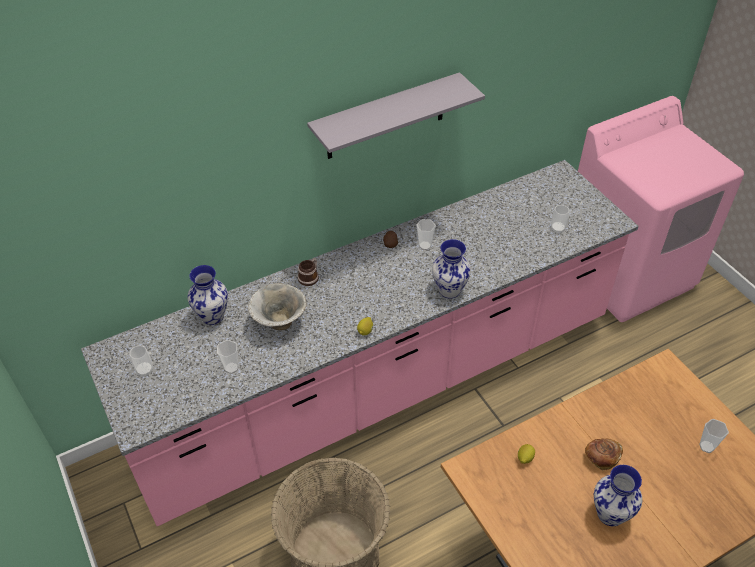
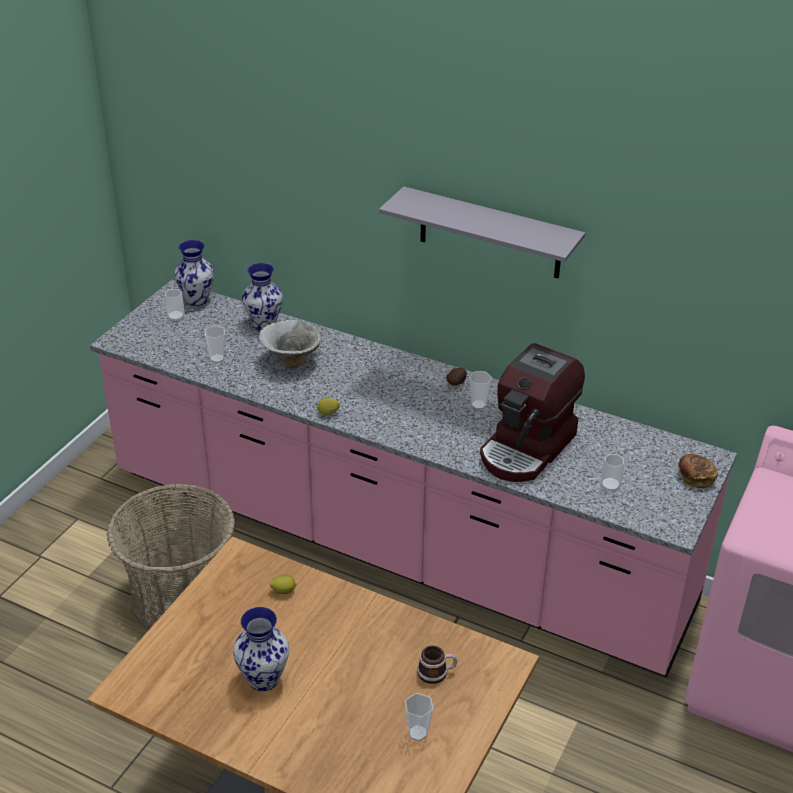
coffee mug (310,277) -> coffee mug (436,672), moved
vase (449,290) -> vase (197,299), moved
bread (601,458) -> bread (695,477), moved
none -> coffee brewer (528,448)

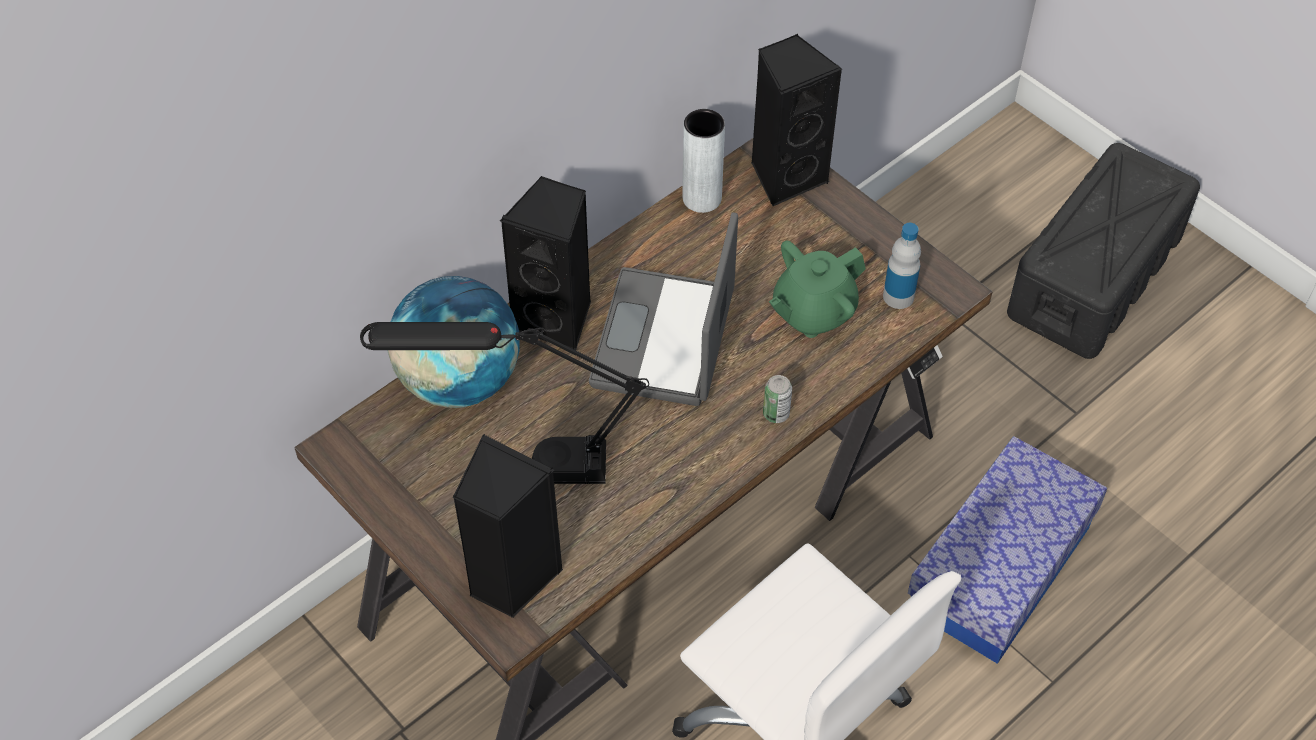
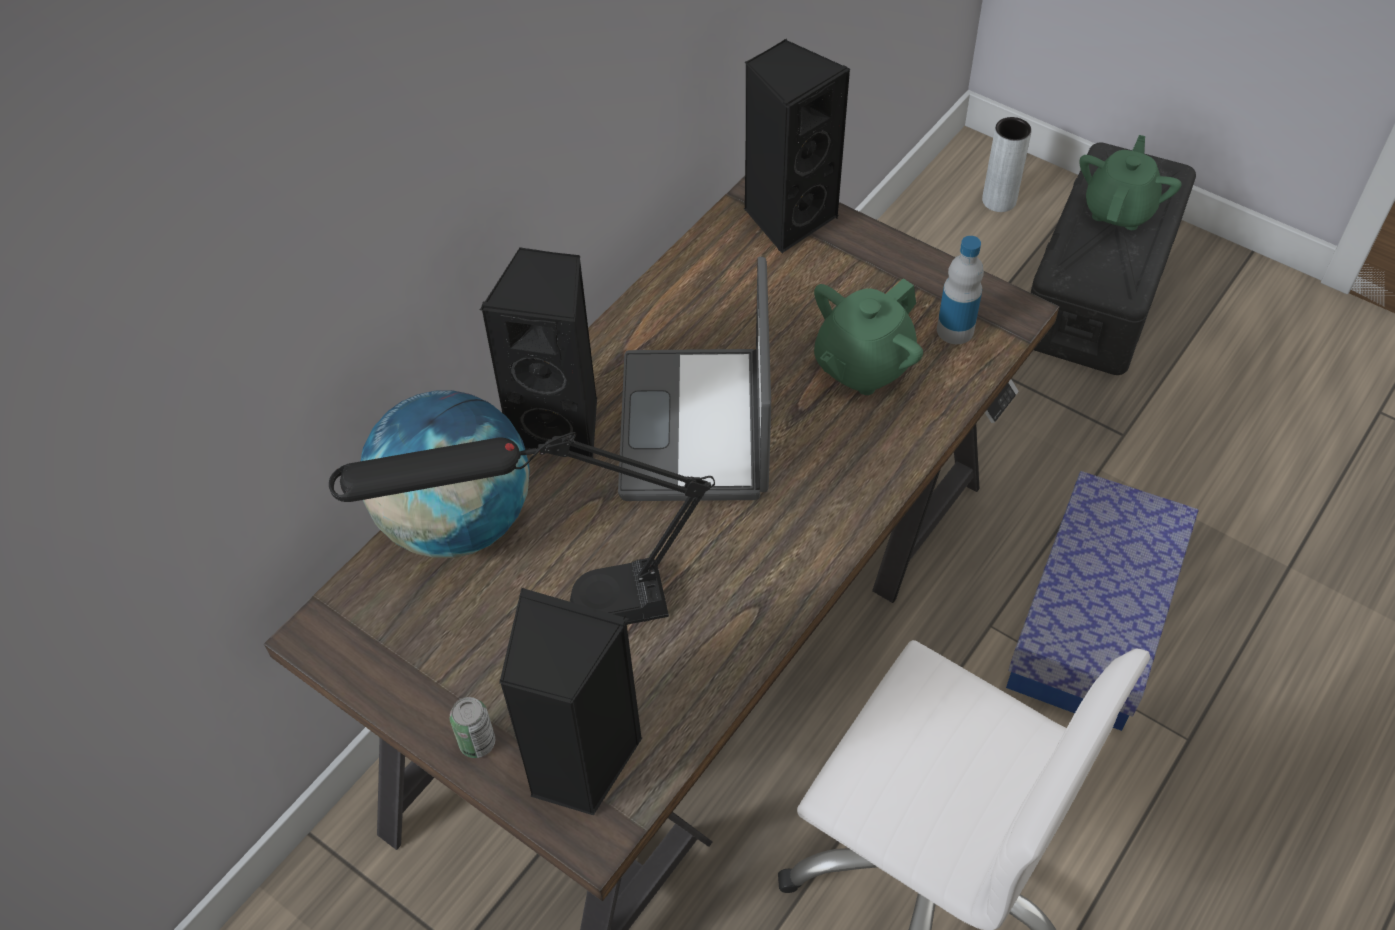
vase (grey) (702,198) -> vase (grey) (999,200), moved
sealed can (776,414) -> sealed can (477,743), moved
none -> tea pot (greenish) (1119,210)

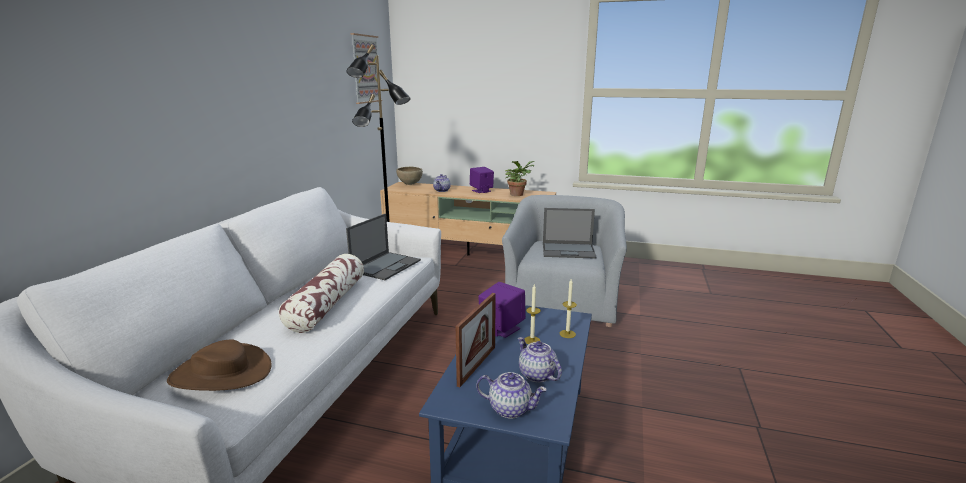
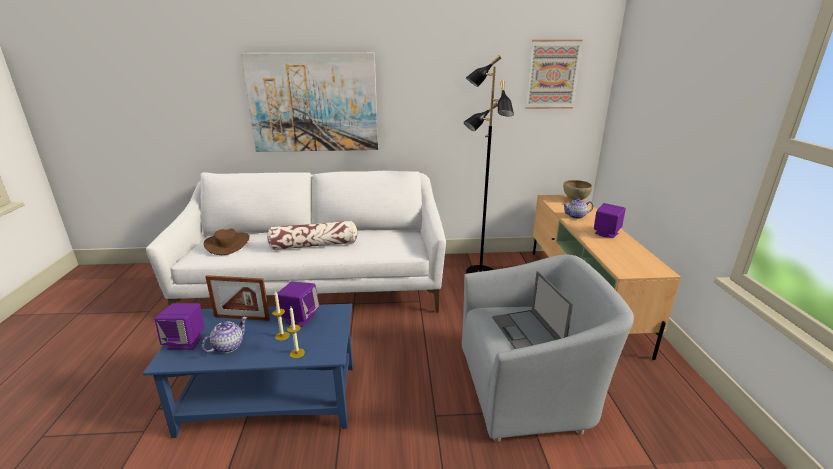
laptop (386,265) -> none
tea pot (510,409) -> loudspeaker (purple-coloured) (186,341)
plant in a pot (517,194) -> none
none -> wall art (313,103)

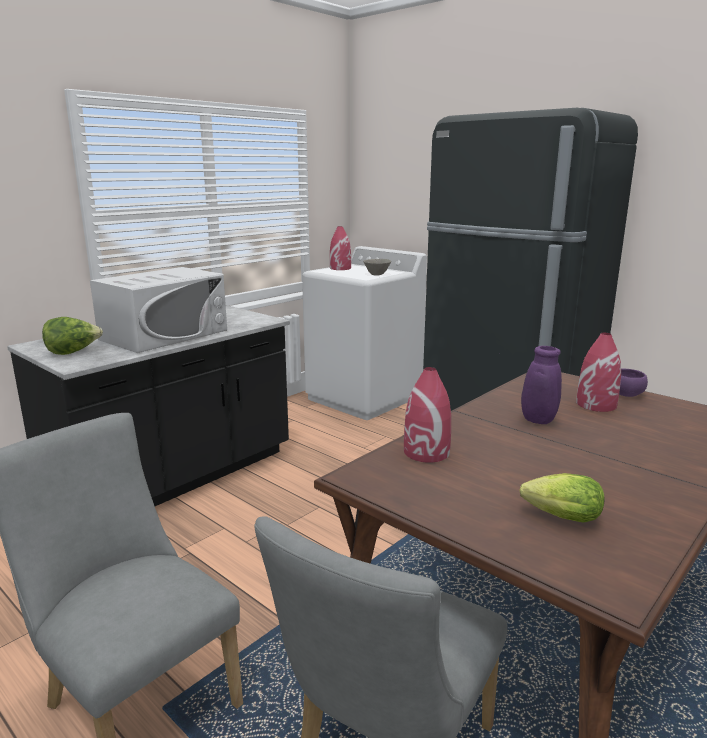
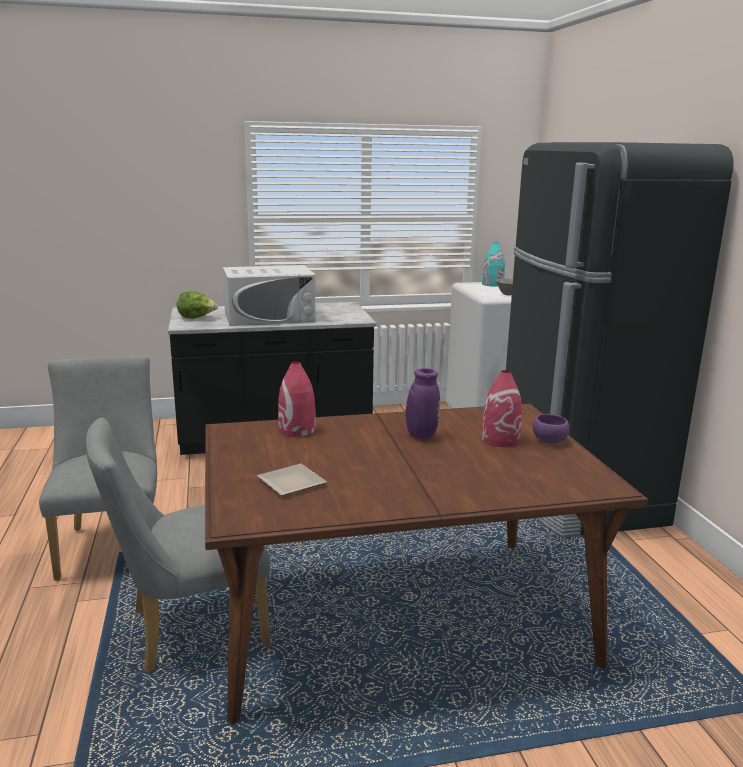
vase (red-coloured) (340,268) -> vase (blue-green) (492,284)
head of lettuce (558,517) -> plate (291,484)

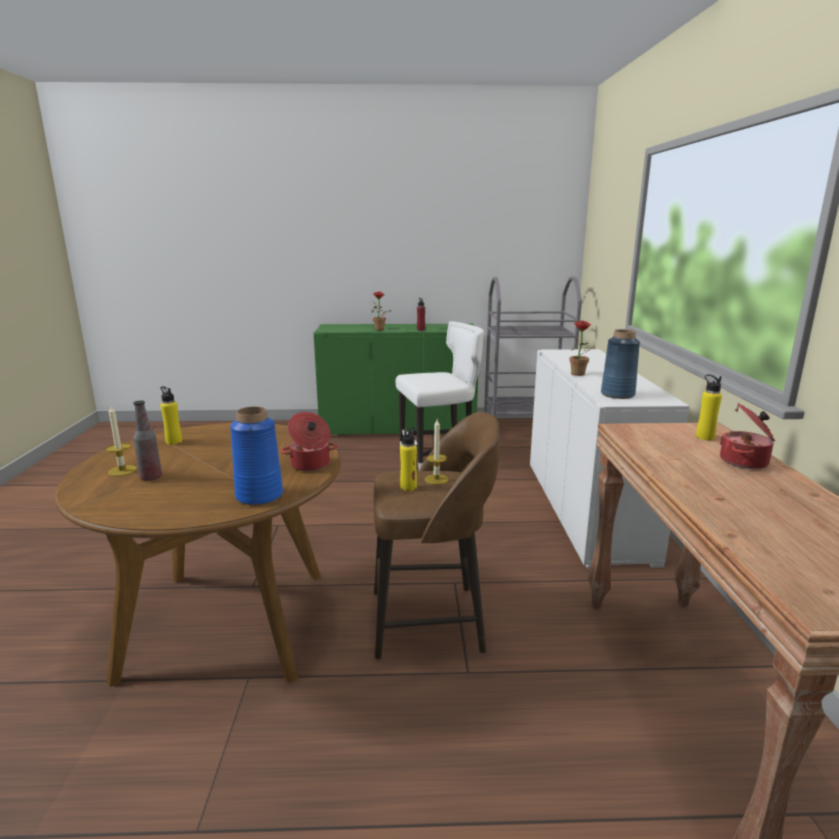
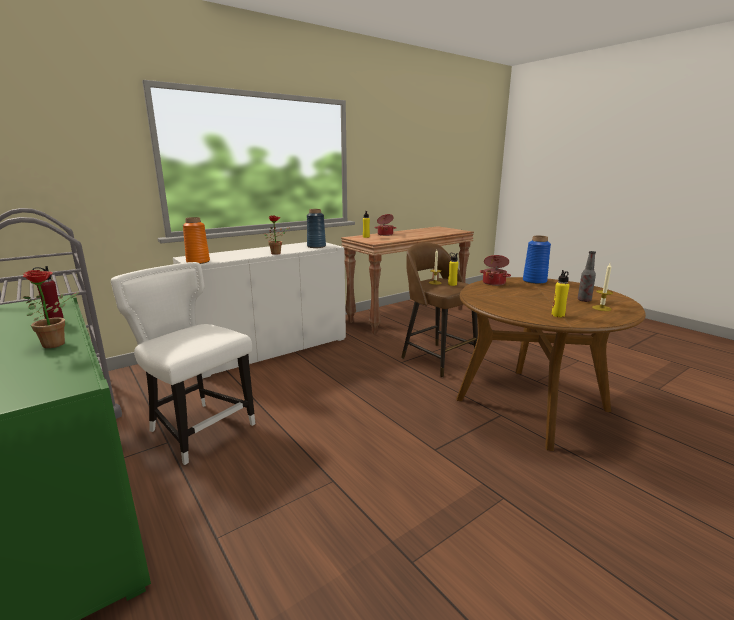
none -> vase (orangey) (198,262)

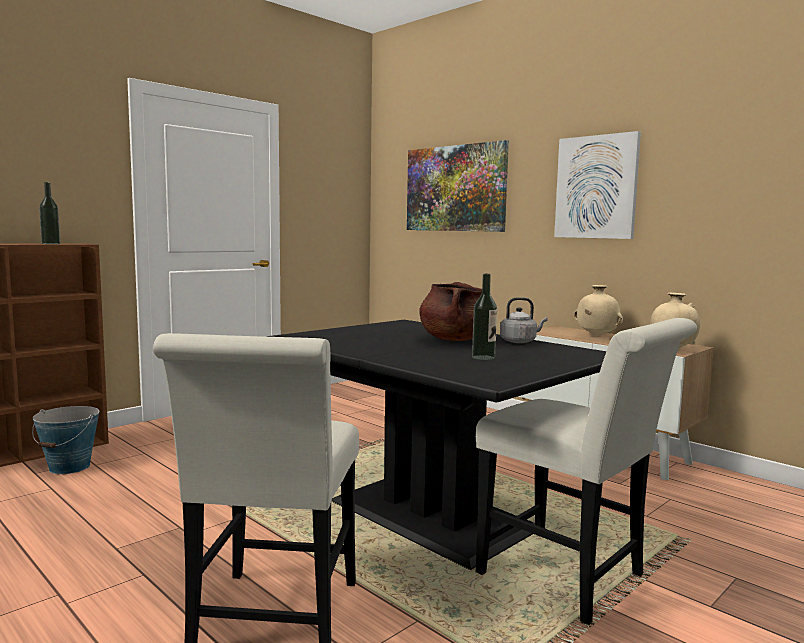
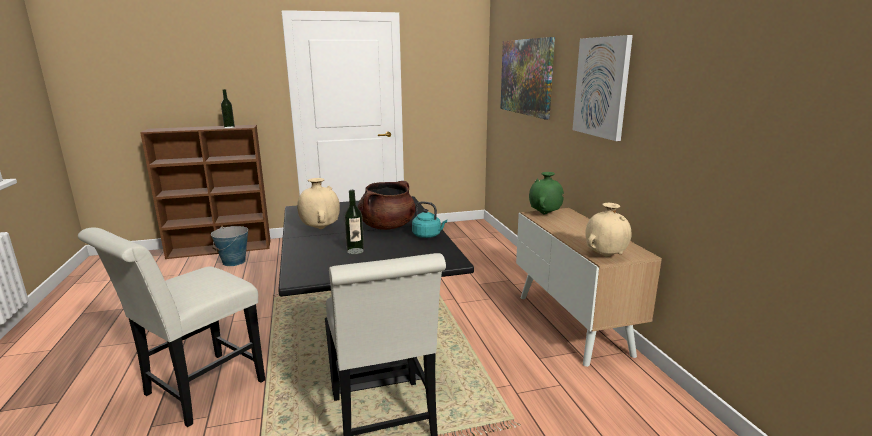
tea kettle (grey) (520,341) -> tea kettle (blue-green) (428,235)
vase (beige-coloured) (596,336) -> vase (beige-coloured) (320,229), moved
none -> vase (greenish) (545,214)

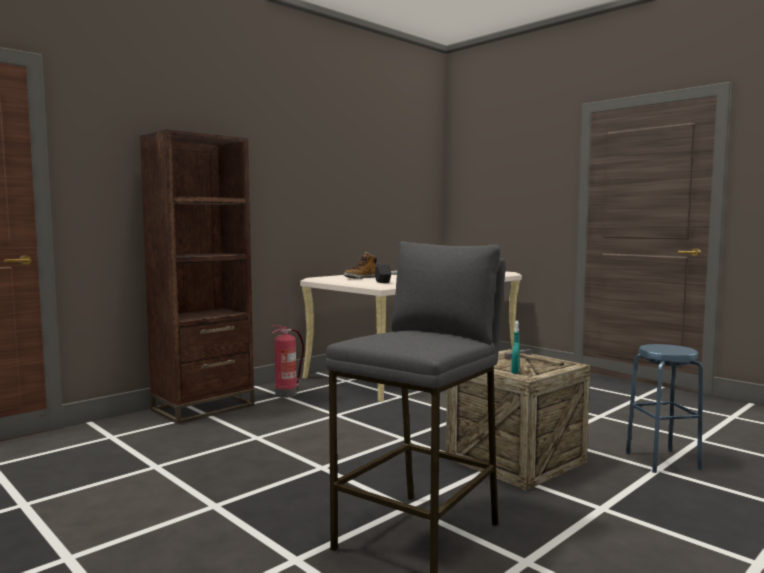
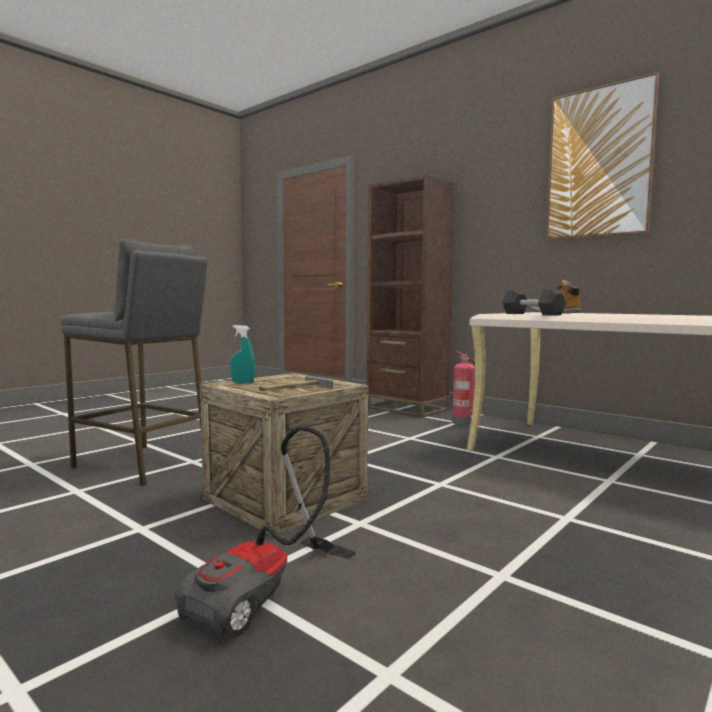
stool seat (blue-coloured) (662,461) -> vacuum cleaner (268,596)
none -> wall art (599,163)

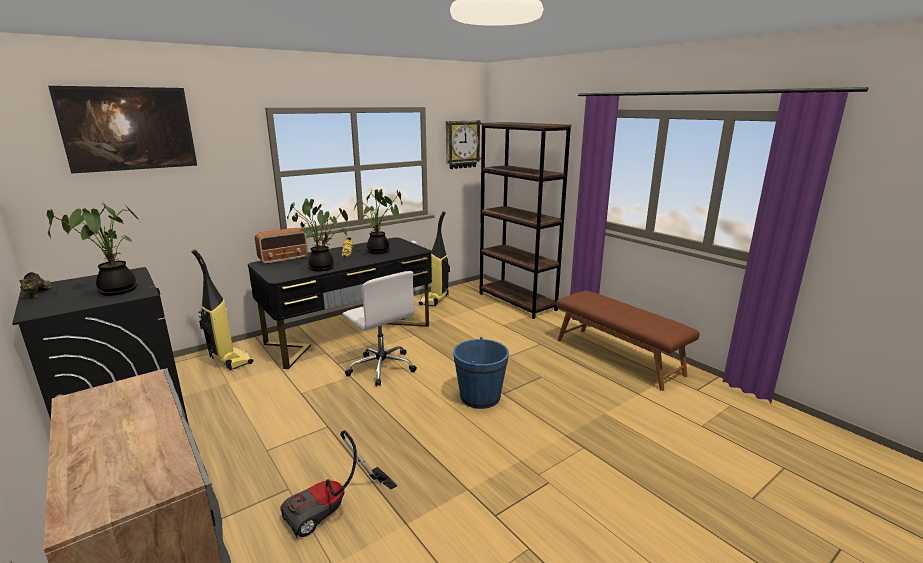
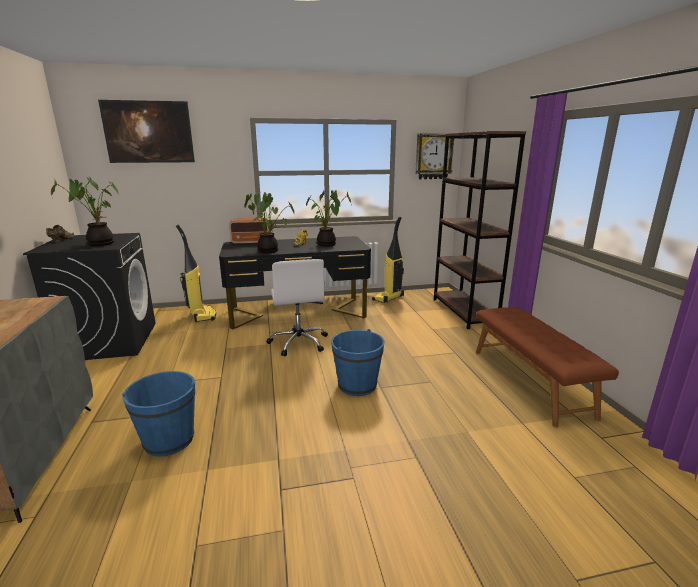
vacuum cleaner (333,510) -> pail (blue-coloured) (169,440)

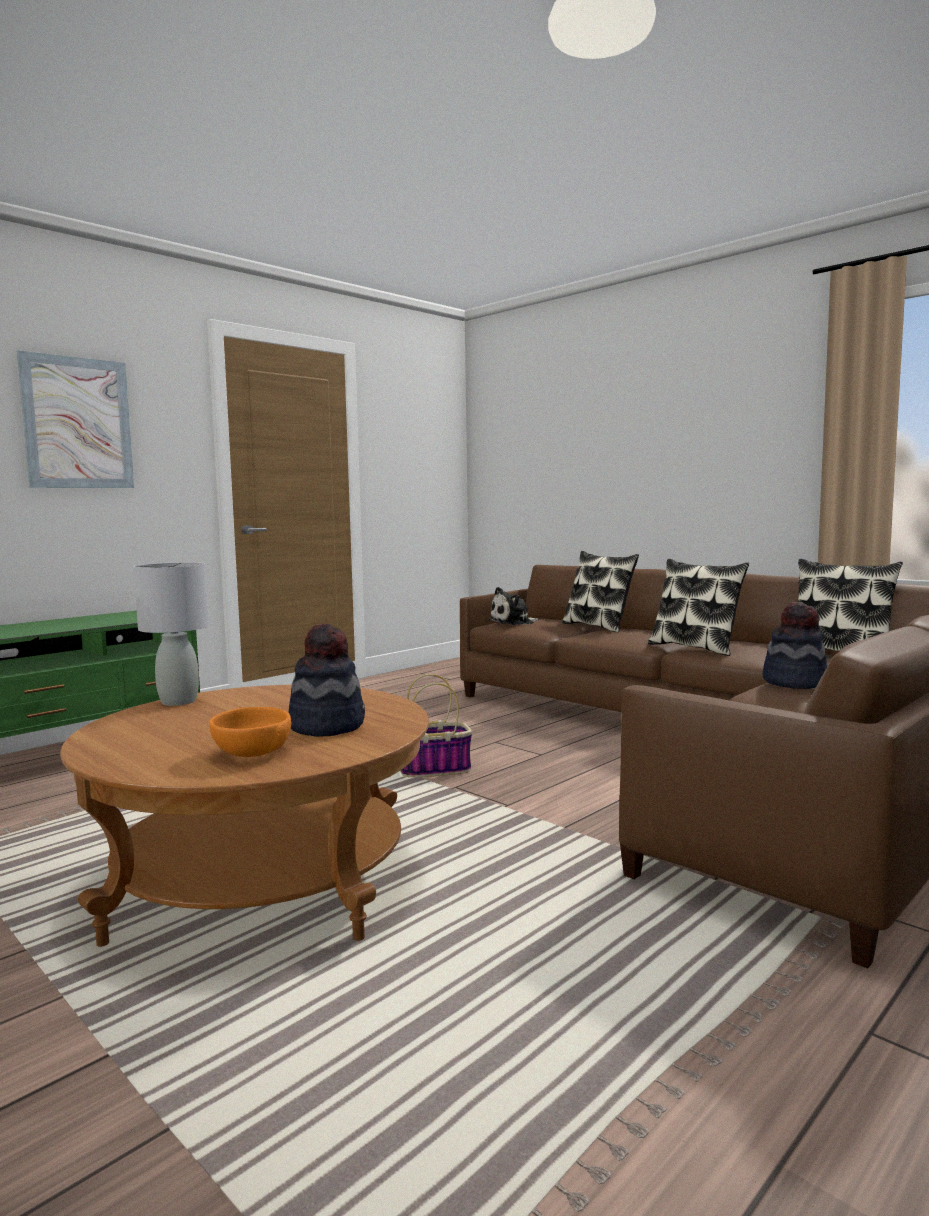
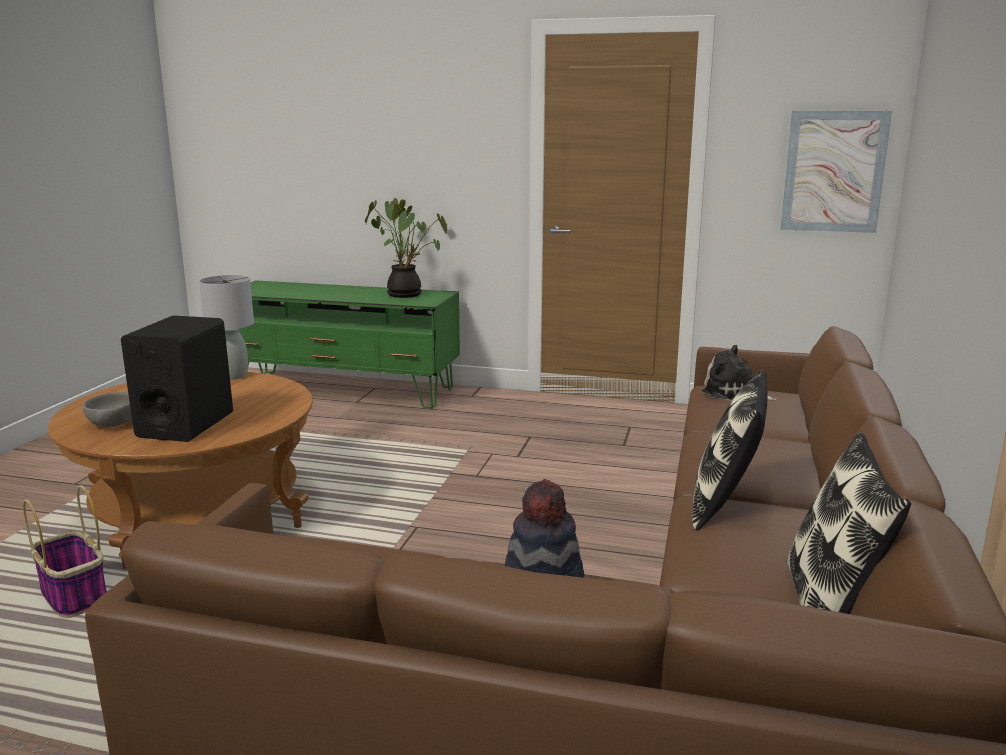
wall art (77,423) -> wall art (834,172), moved
serving bowl (orangey) (252,753) -> serving bowl (grey) (115,423)
wearable hat (327,726) -> loudspeaker (black) (186,425)
storage basket (435,769) -> storage basket (75,595), moved
throw pillow (598,627) -> none
none -> plant in a pot (407,294)

